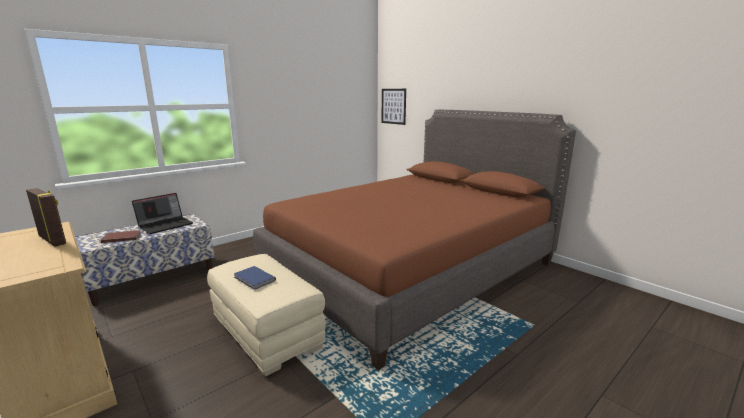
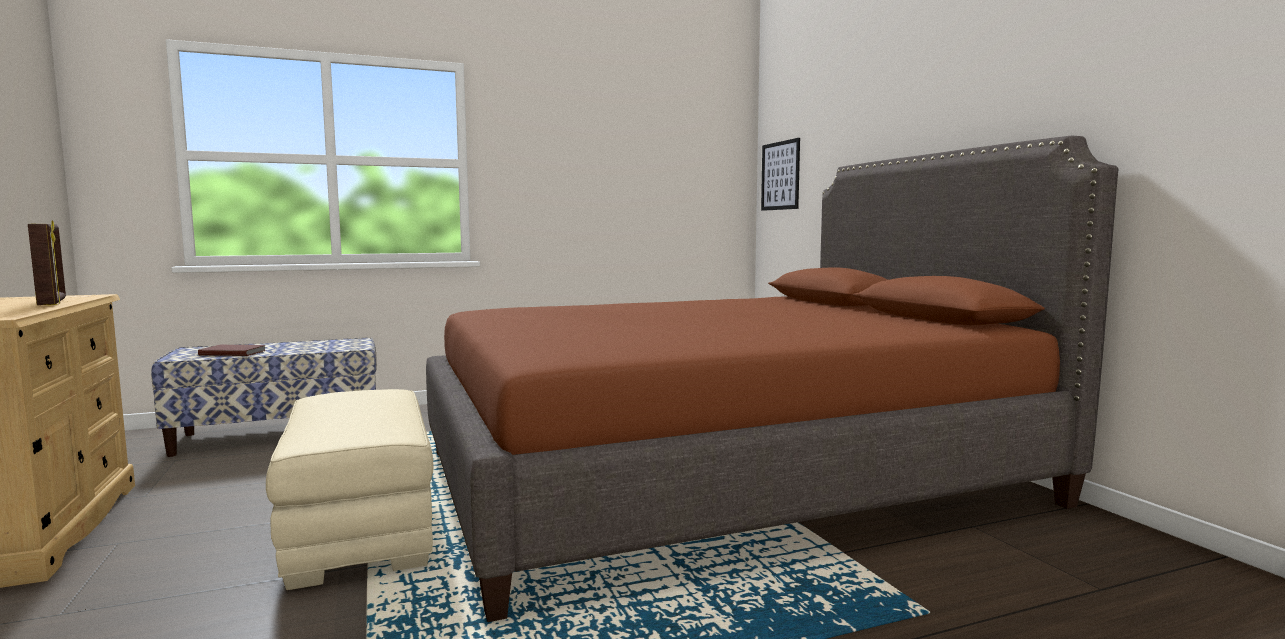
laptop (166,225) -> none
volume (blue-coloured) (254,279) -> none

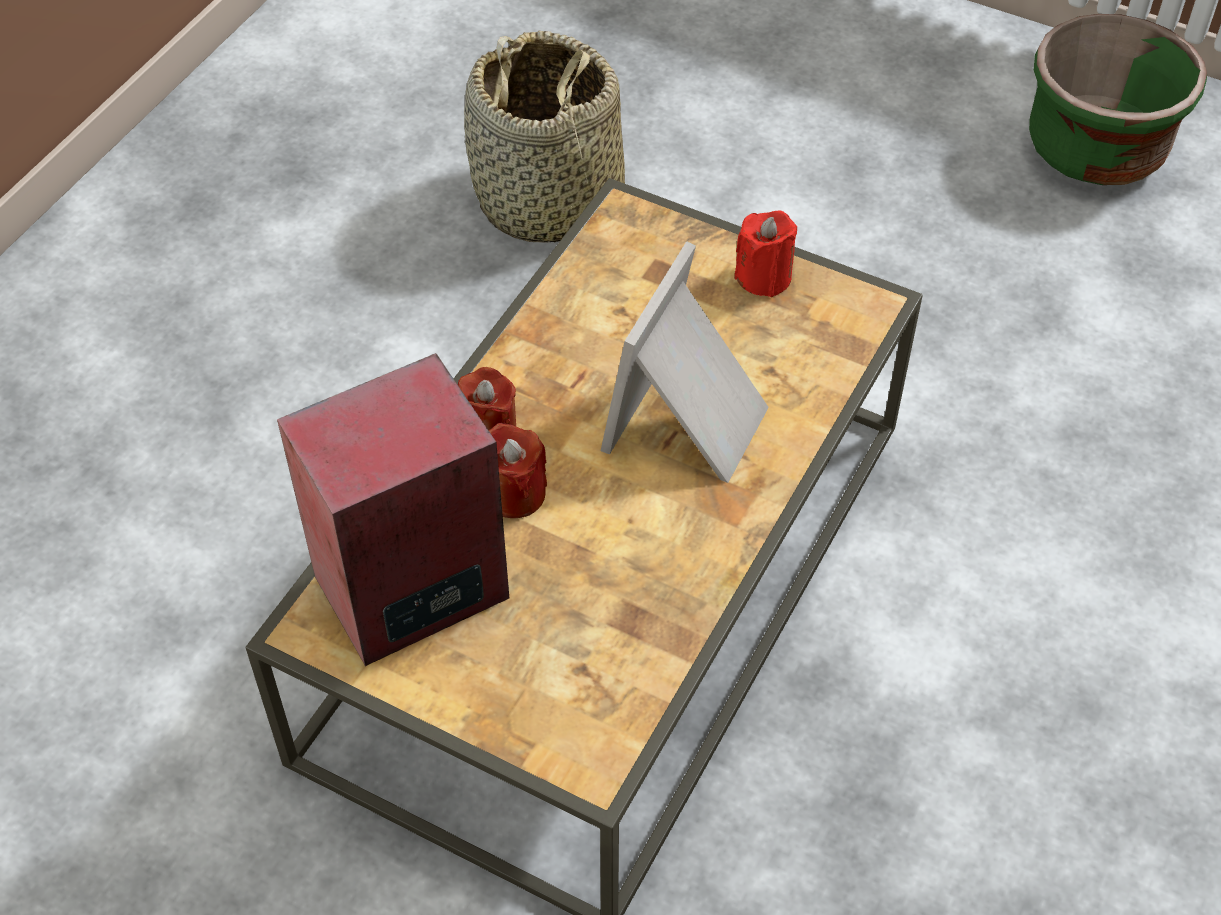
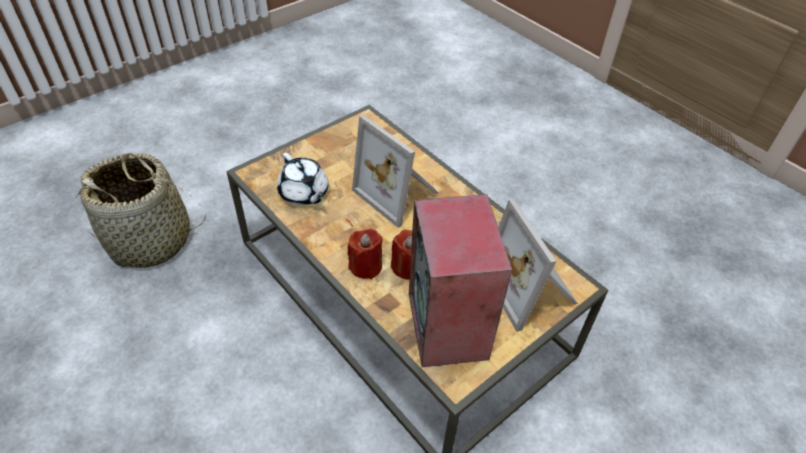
candle (red-coloured) (764,277) -> none
plant pot (greenish) (1096,149) -> none
none -> tea pot (white) (304,194)
none -> standing frame (532,290)

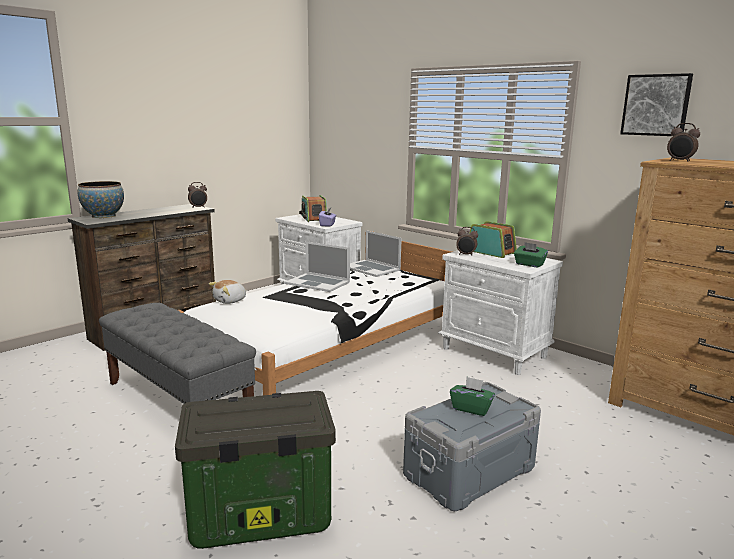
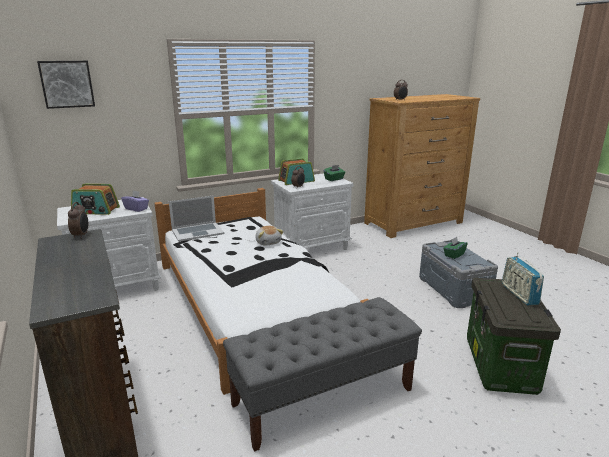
serving bowl (103,216) -> none
plush toy (230,301) -> plush toy (268,242), moved
laptop (318,283) -> none
wall art (656,105) -> wall art (67,84), moved
none -> radio receiver (519,294)

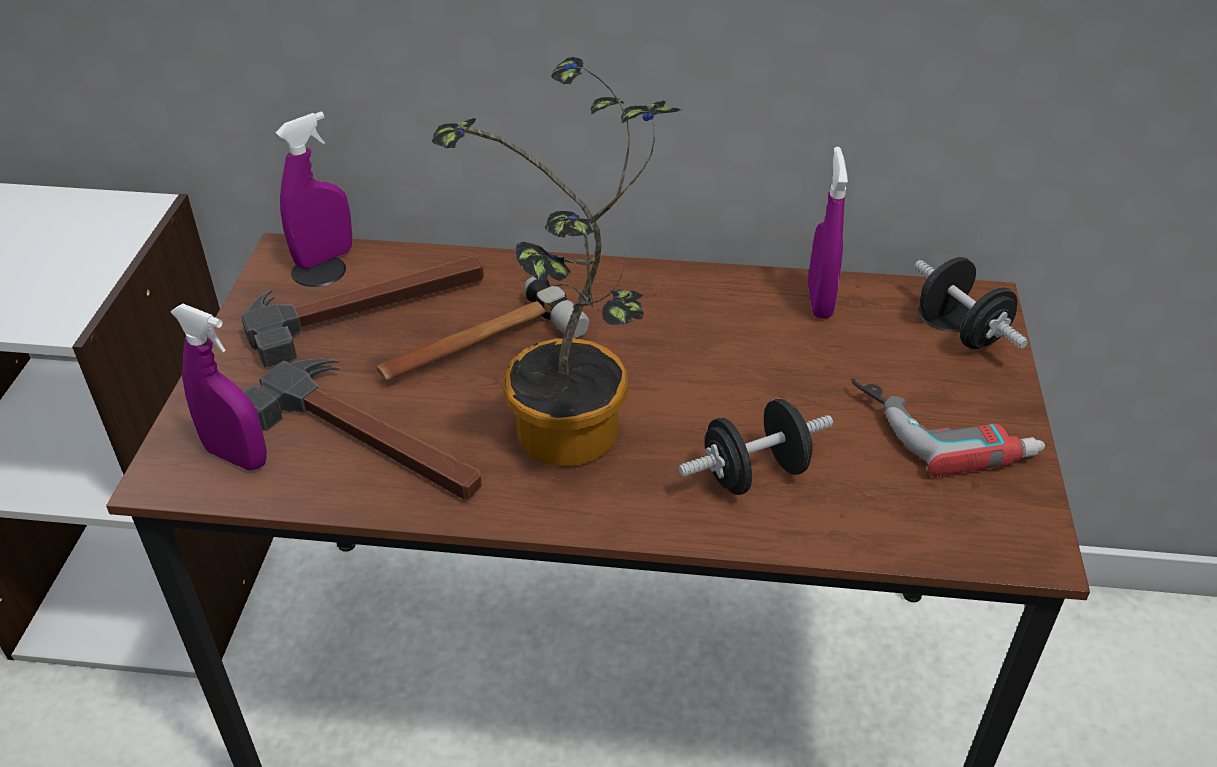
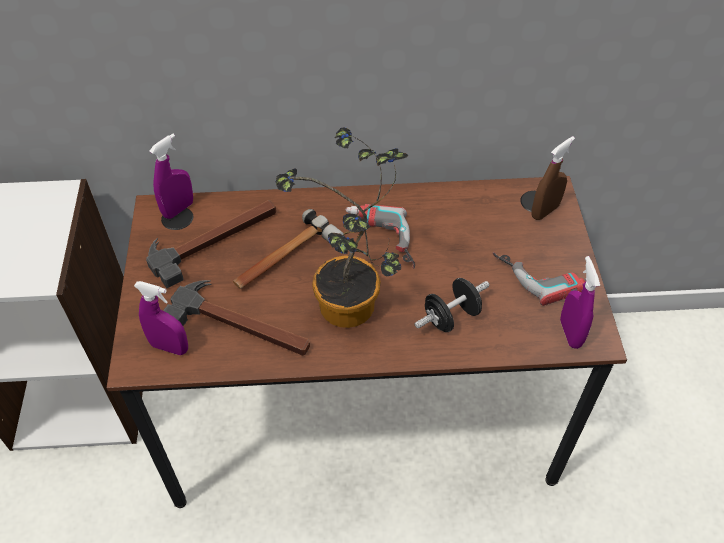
spray bottle (purple-coloured) (819,302) -> spray bottle (purple-coloured) (570,333), moved
dumbbell (black) (961,329) -> spray bottle (brown) (545,211)
none -> electric drill (379,240)

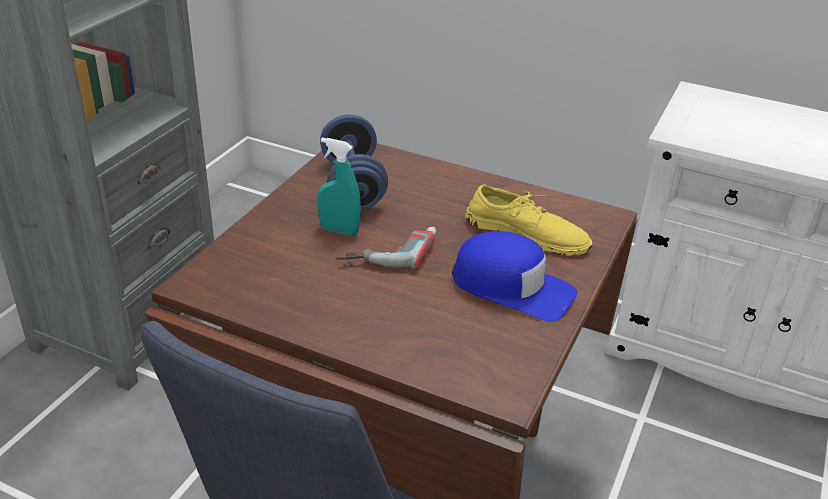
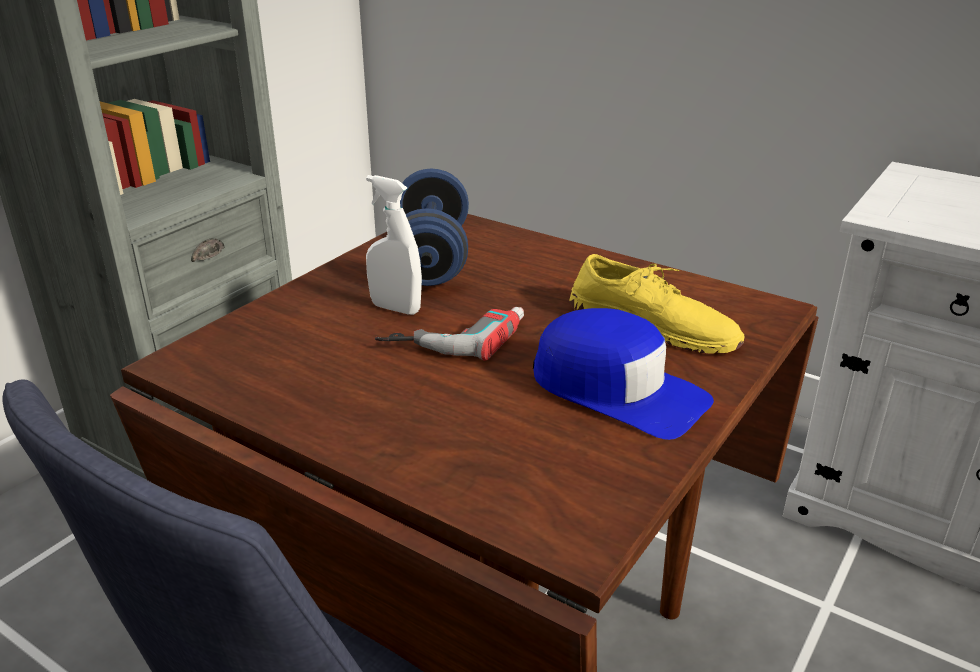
spray bottle (blue-green) (339,230) -> spray bottle (white) (395,308)

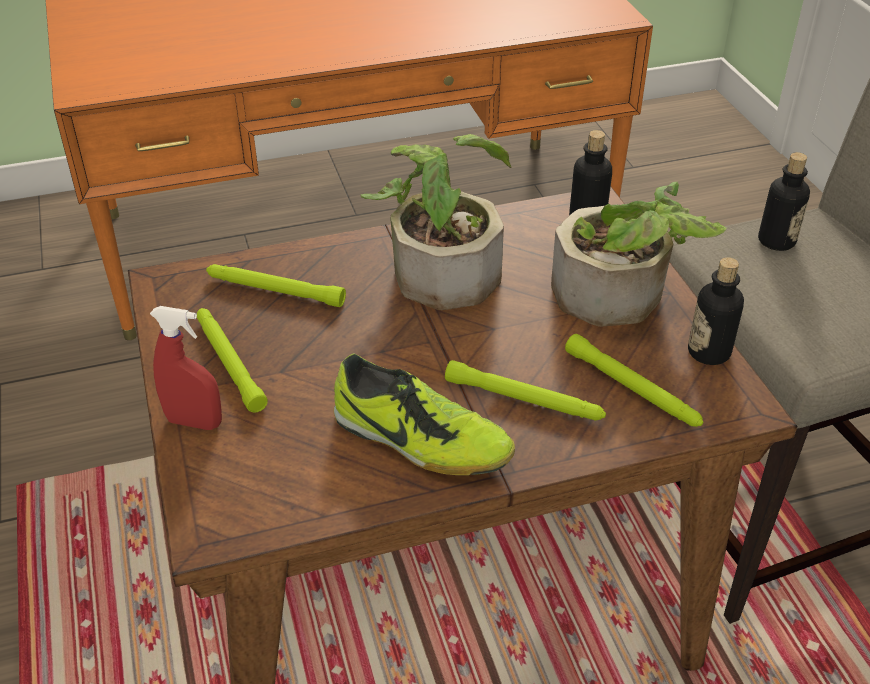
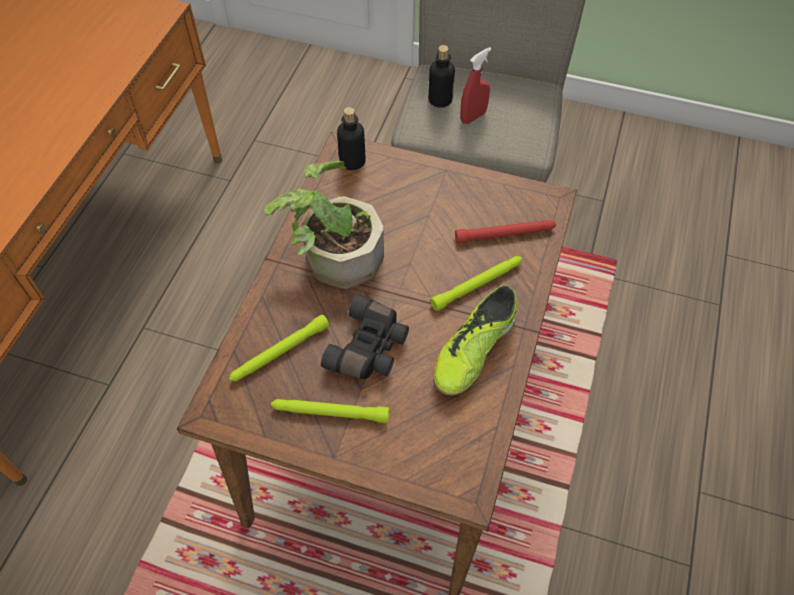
spray bottle (red-coloured) (194,422) -> spray bottle (red-coloured) (473,117), moved
shoe (420,441) -> shoe (473,350), 150 degrees clockwise
plant in a pot (621,297) -> none
torch (greenish) (632,389) -> torch (red-coloured) (505,234)
bottle (708,352) -> none
none -> pair of binoculars (black) (369,348)

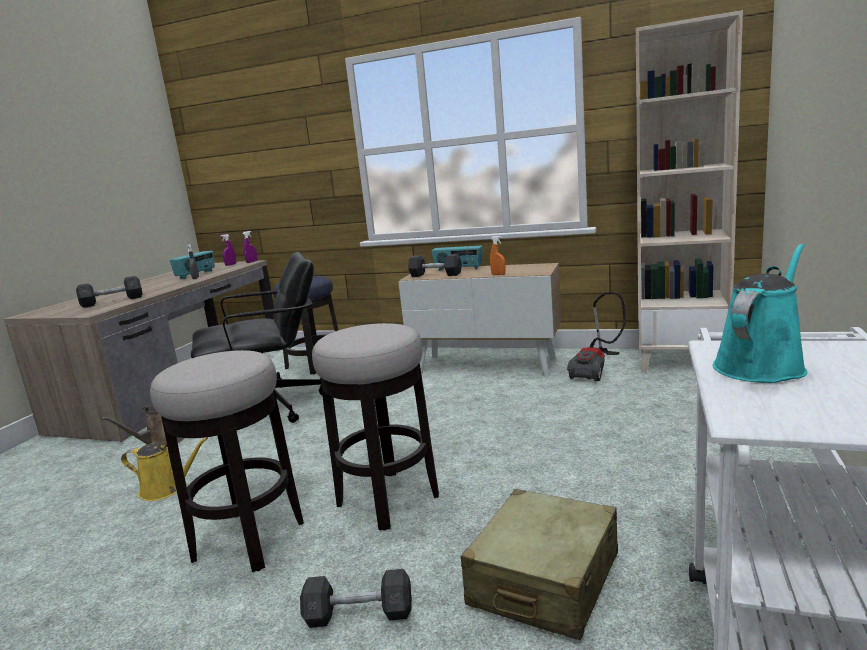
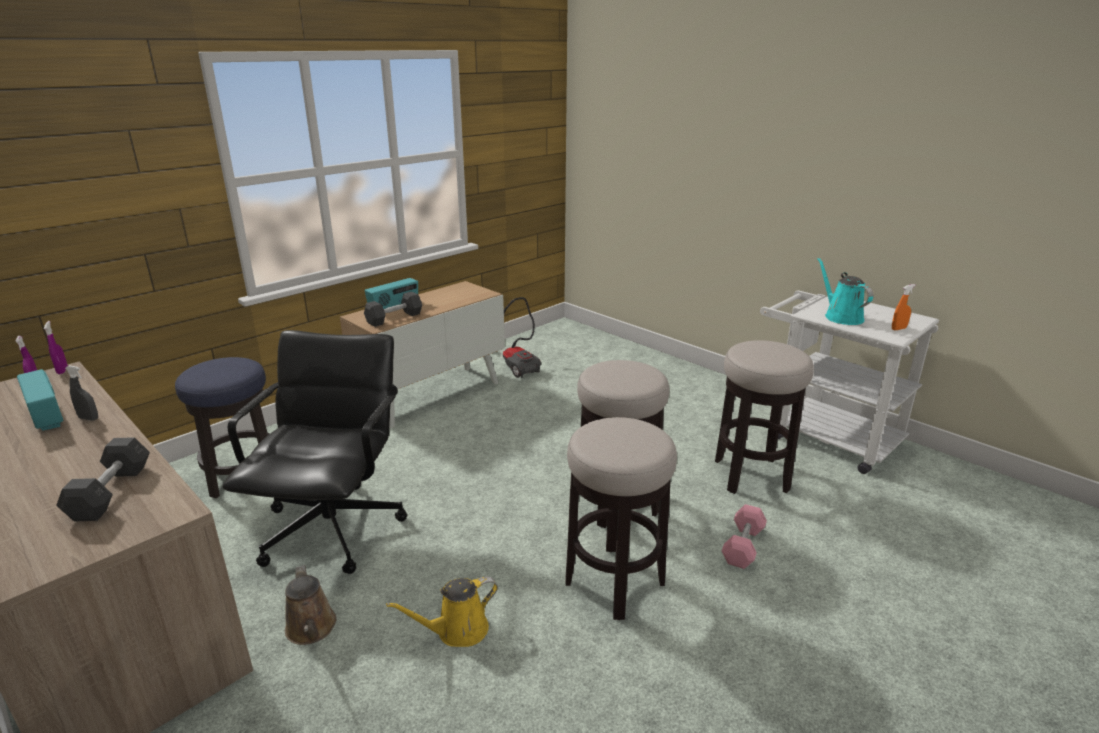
watering pot (yellow-coloured) (166,489) -> watering pot (yellow-coloured) (457,631), 150 degrees counterclockwise
dumbbell (grey) (359,614) -> dumbbell (pink) (743,546)
suitcase (beige-coloured) (544,580) -> stool seat (751,475)
spray bottle (orangey) (498,274) -> spray bottle (orangey) (898,329), moved
bookcase (beige-coloured) (681,361) -> none

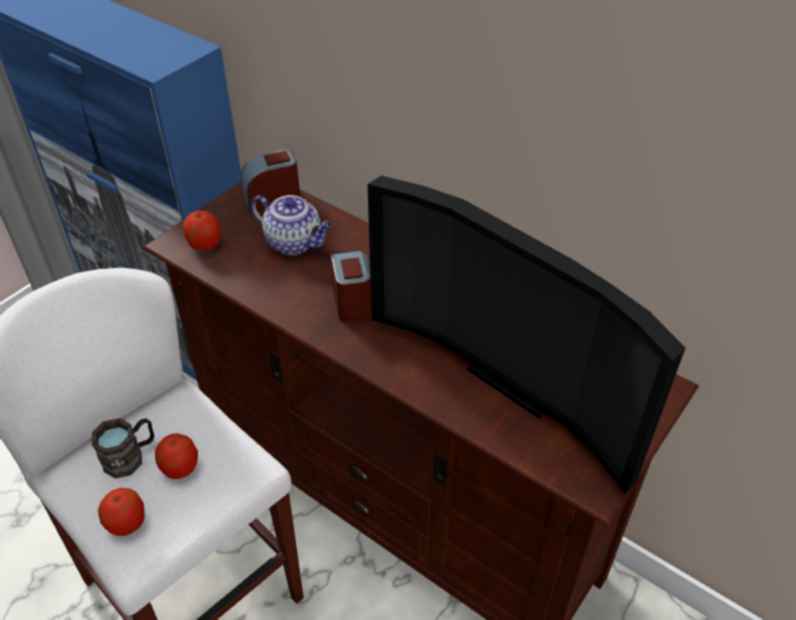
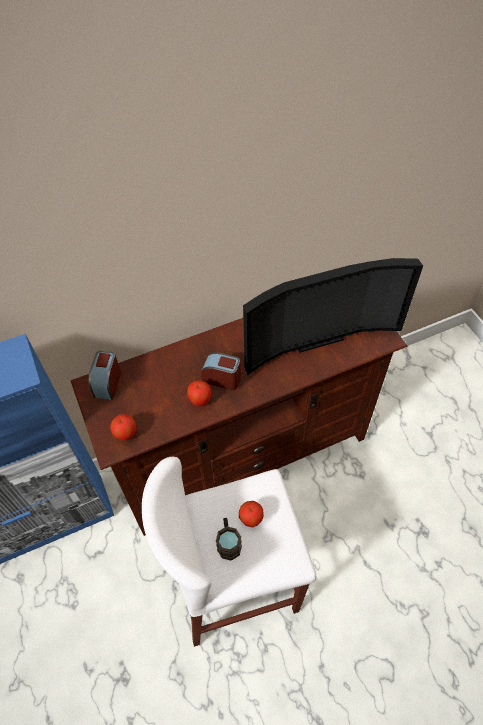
apple fruit (127,523) -> apple fruit (200,399), moved
tea pot (295,243) -> none

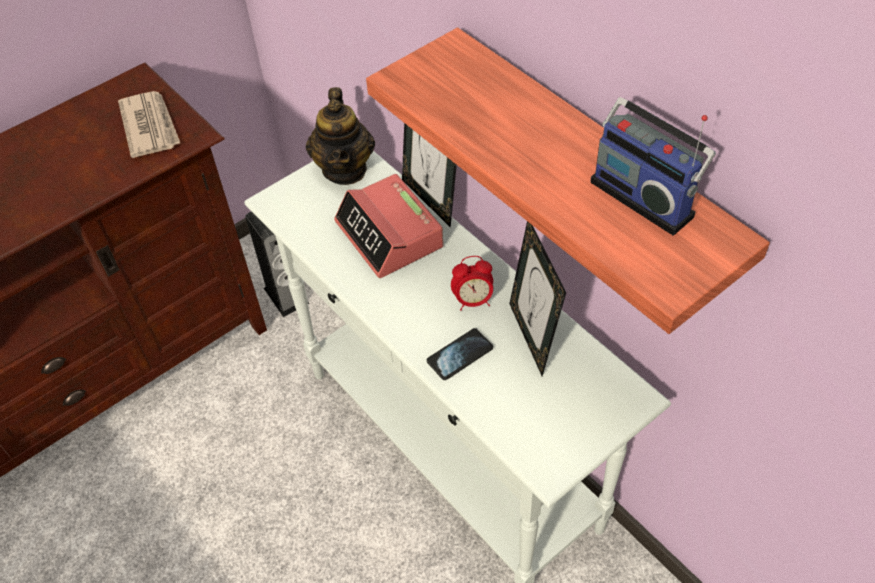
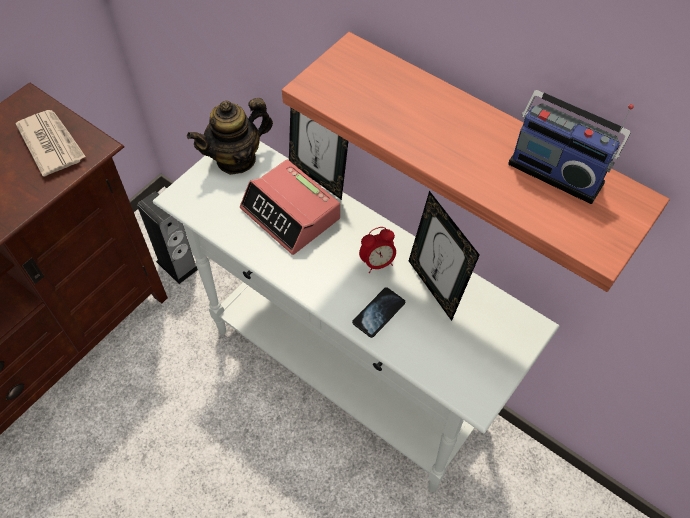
tea pot (345,169) -> tea pot (236,159), 75 degrees clockwise

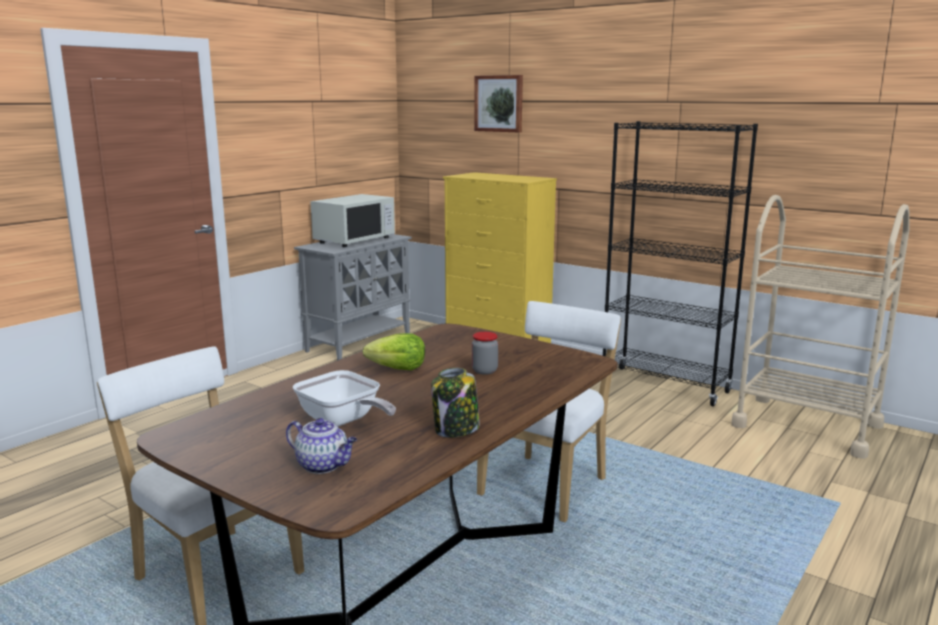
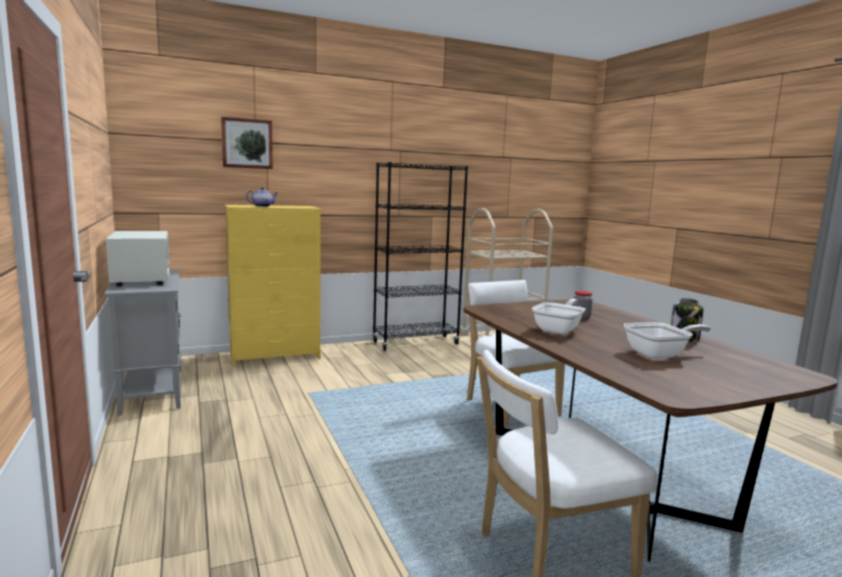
tea pot (323,465) -> tea pot (262,206), moved
head of lettuce (398,369) -> skillet (559,329)

